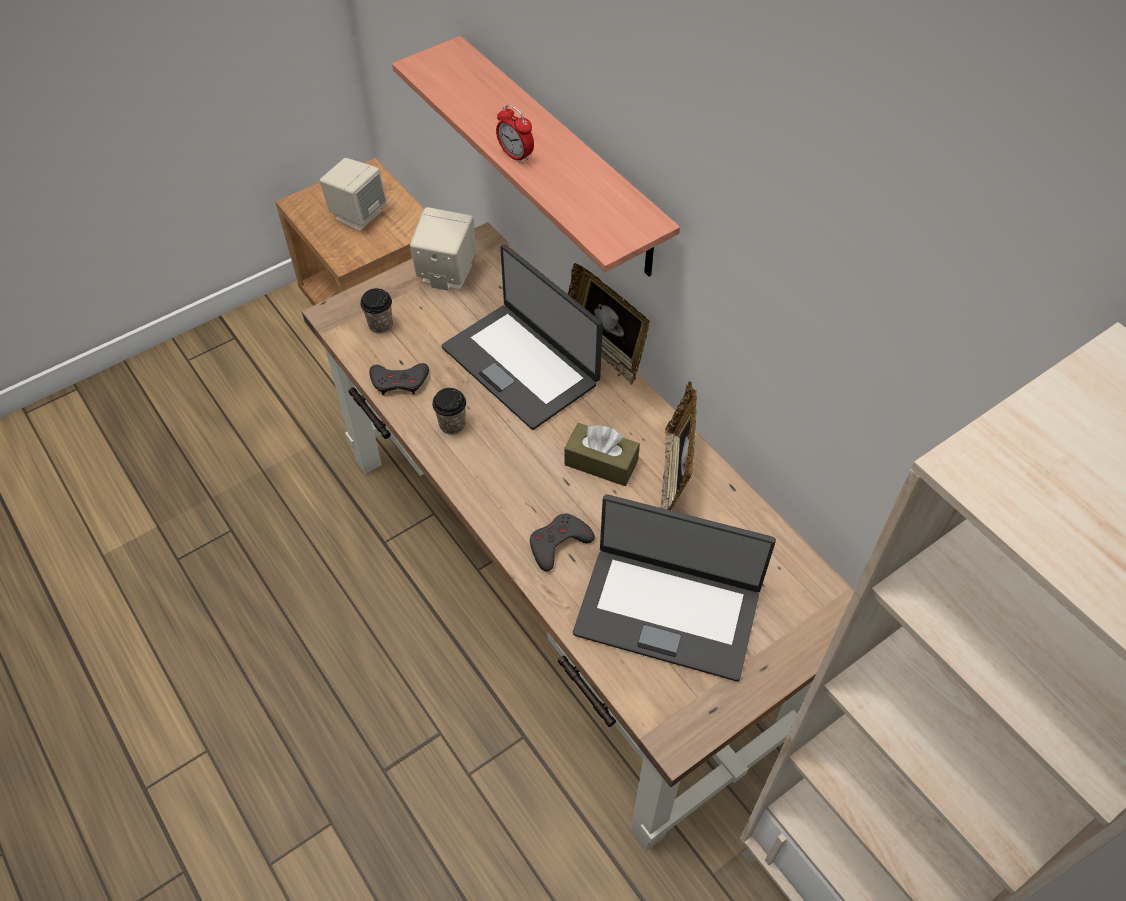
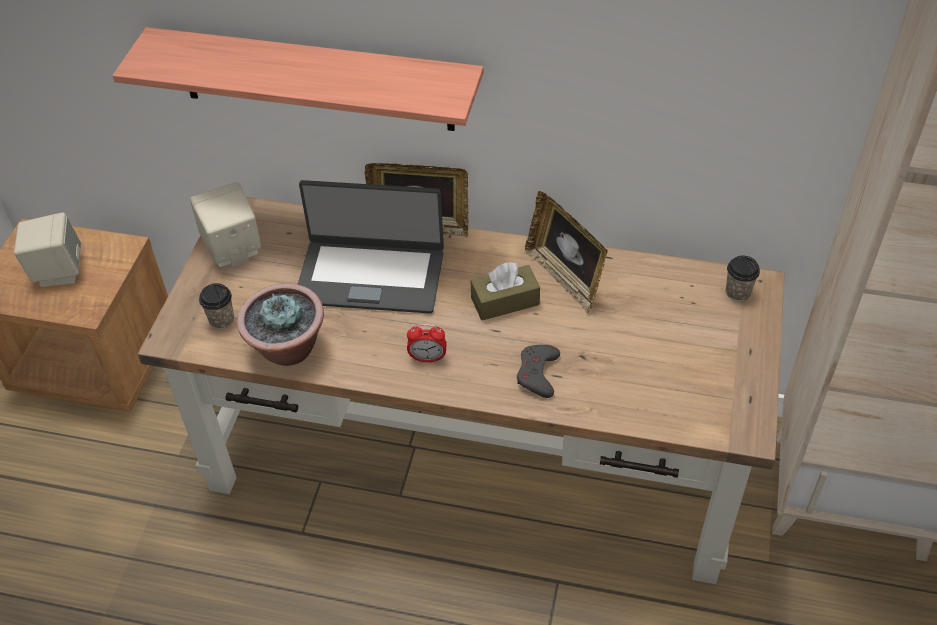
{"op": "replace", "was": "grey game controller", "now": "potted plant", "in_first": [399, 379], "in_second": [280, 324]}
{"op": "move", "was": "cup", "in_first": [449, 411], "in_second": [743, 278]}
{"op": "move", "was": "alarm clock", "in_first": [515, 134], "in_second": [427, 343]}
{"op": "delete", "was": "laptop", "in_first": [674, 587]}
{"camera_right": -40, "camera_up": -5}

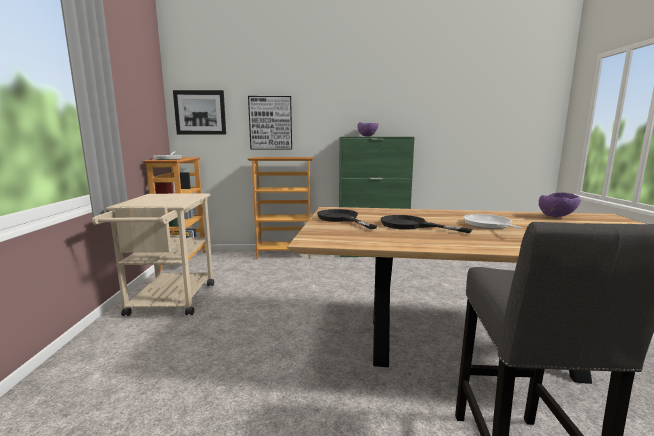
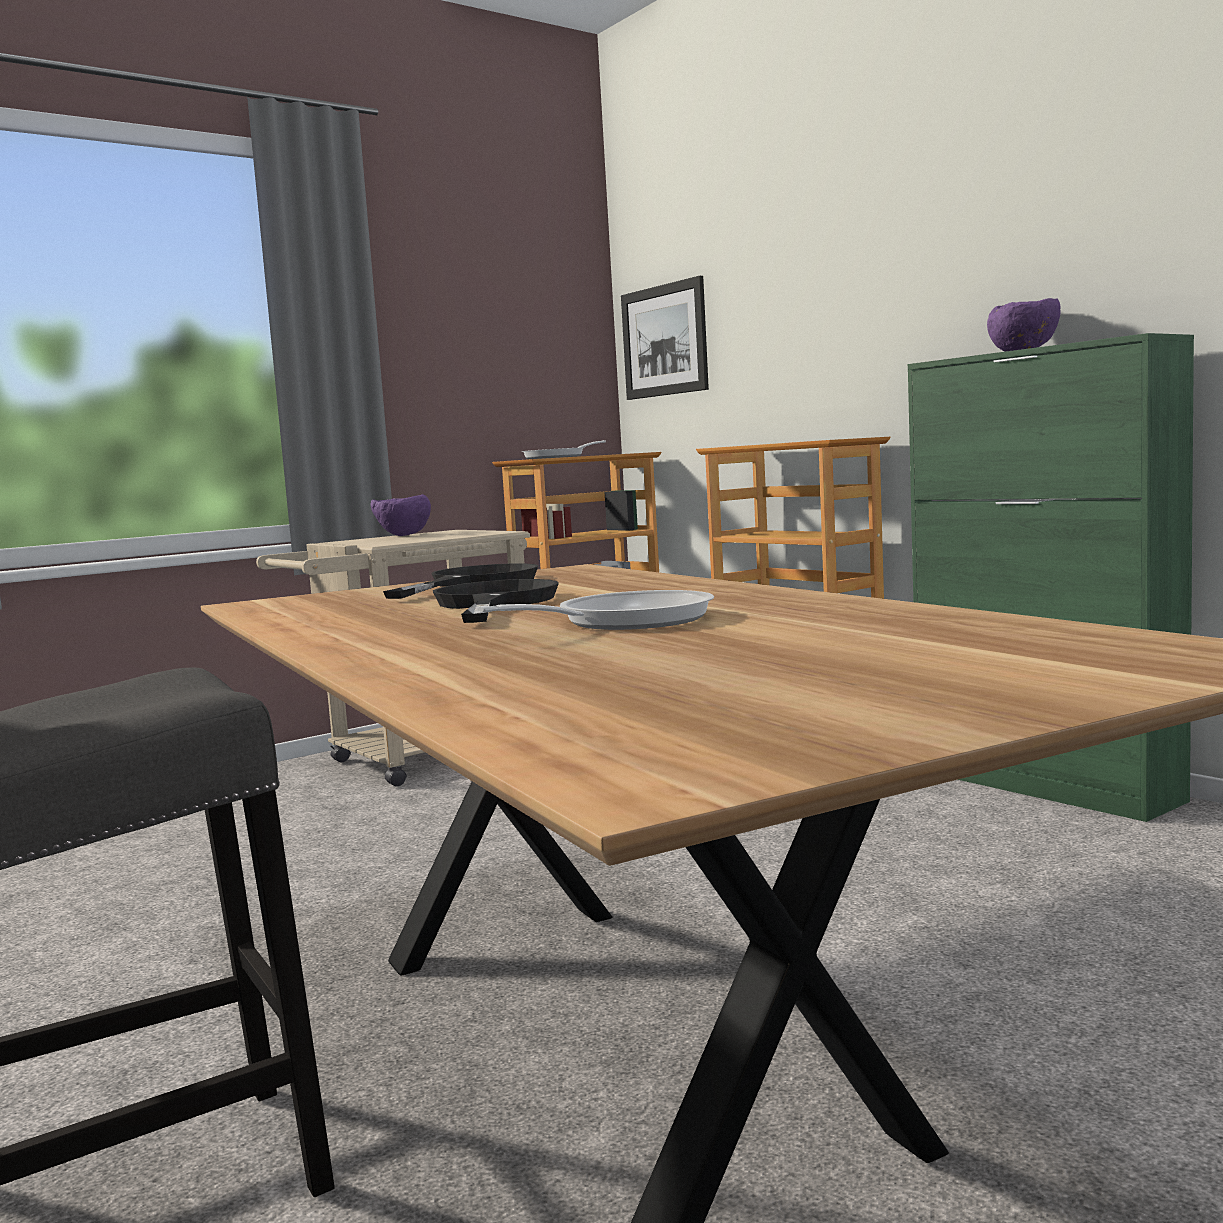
{"op": "delete", "was": "picture", "in_first": [270, 123]}
{"op": "move", "was": "purple bowl", "in_first": [560, 204], "in_second": [401, 515]}
{"camera_right": 55, "camera_up": -5}

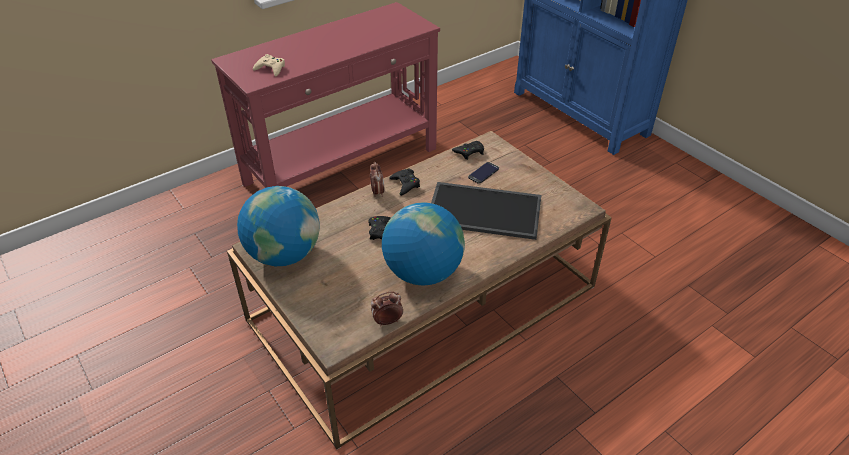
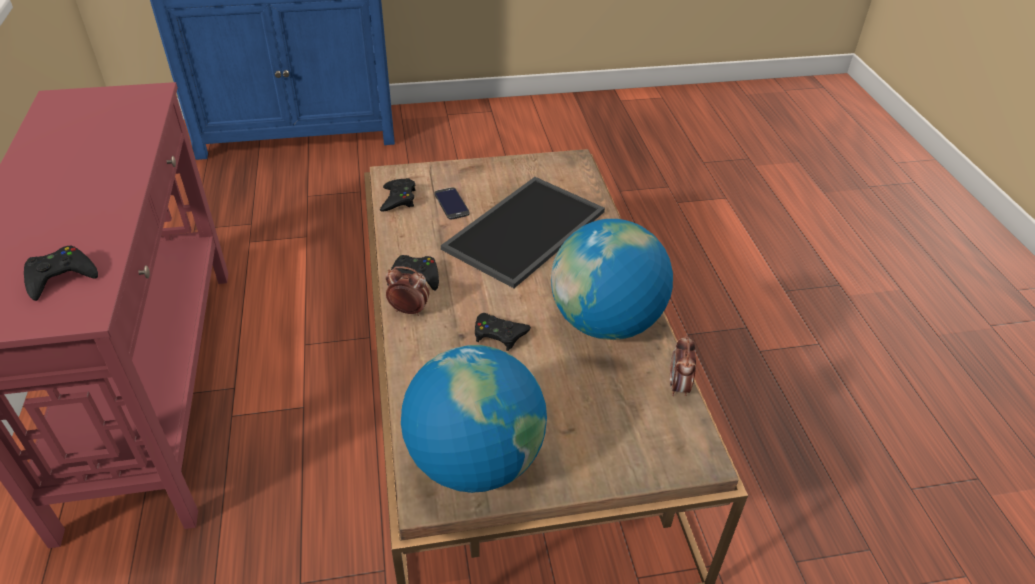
{"op": "recolor", "was": "beige game controller", "now": "black game controller", "in_first": [269, 65], "in_second": [61, 273]}
{"camera_right": -65, "camera_up": 0}

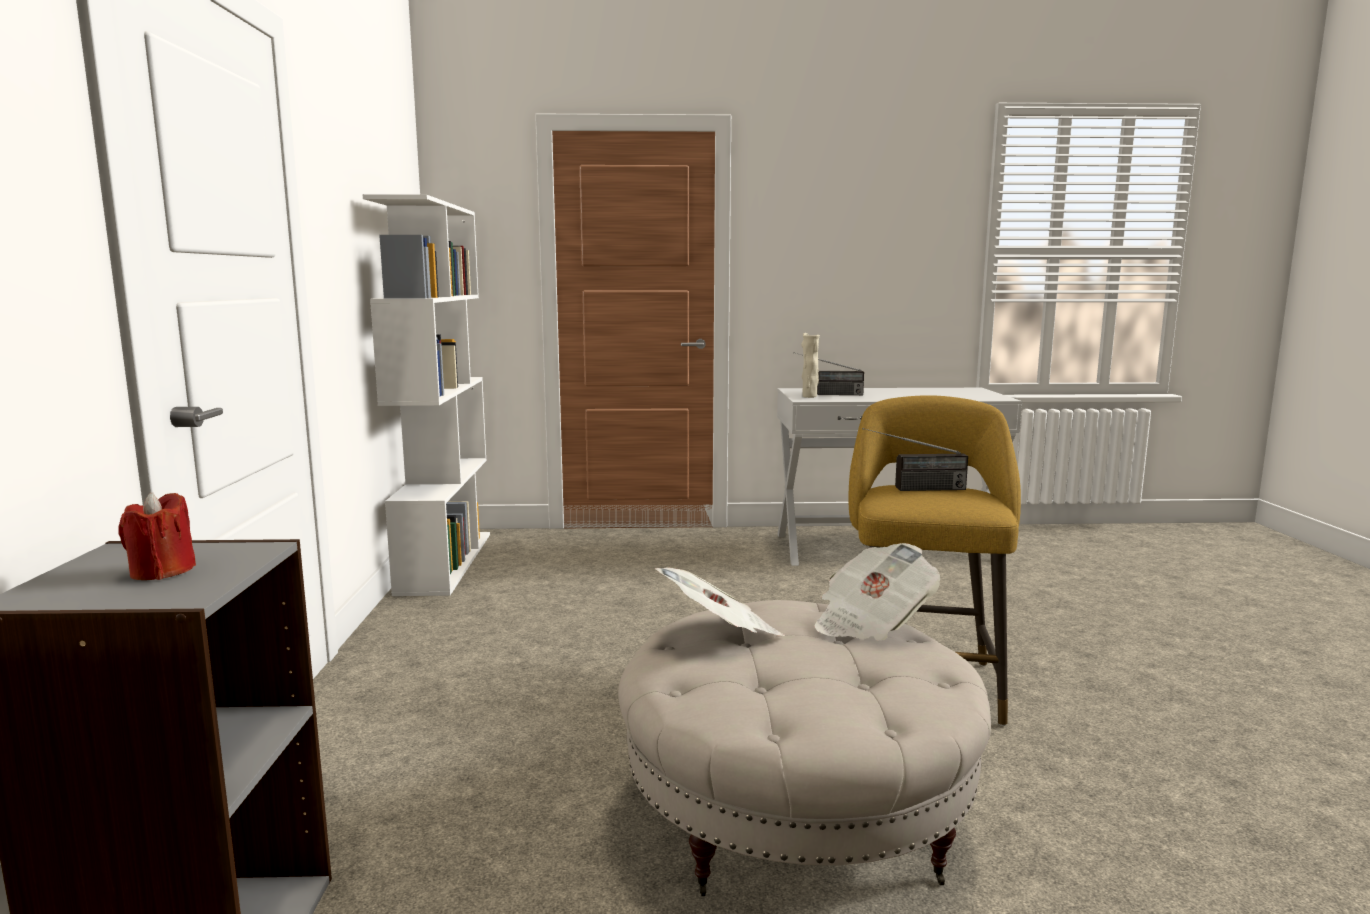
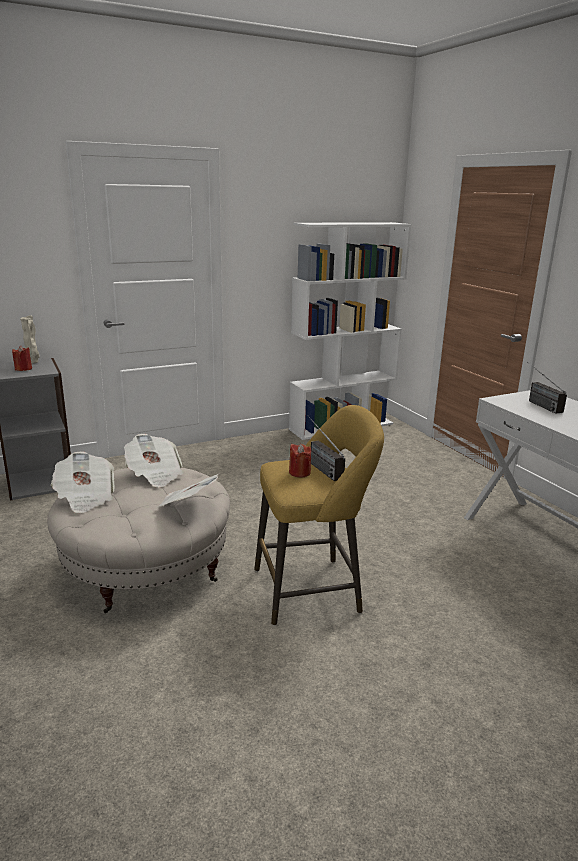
{"op": "move", "was": "beige vase", "in_first": [810, 365], "in_second": [30, 339]}
{"op": "insert", "now": "newspaper", "in_second": [83, 482]}
{"op": "insert", "now": "red candle", "in_second": [300, 460]}
{"camera_right": 65, "camera_up": 10}

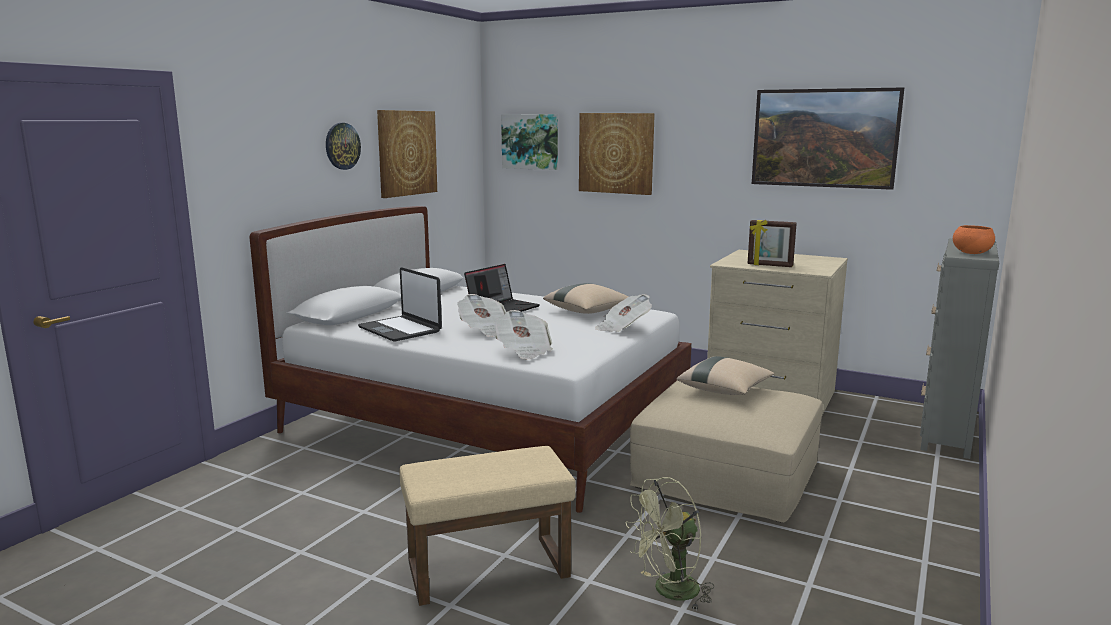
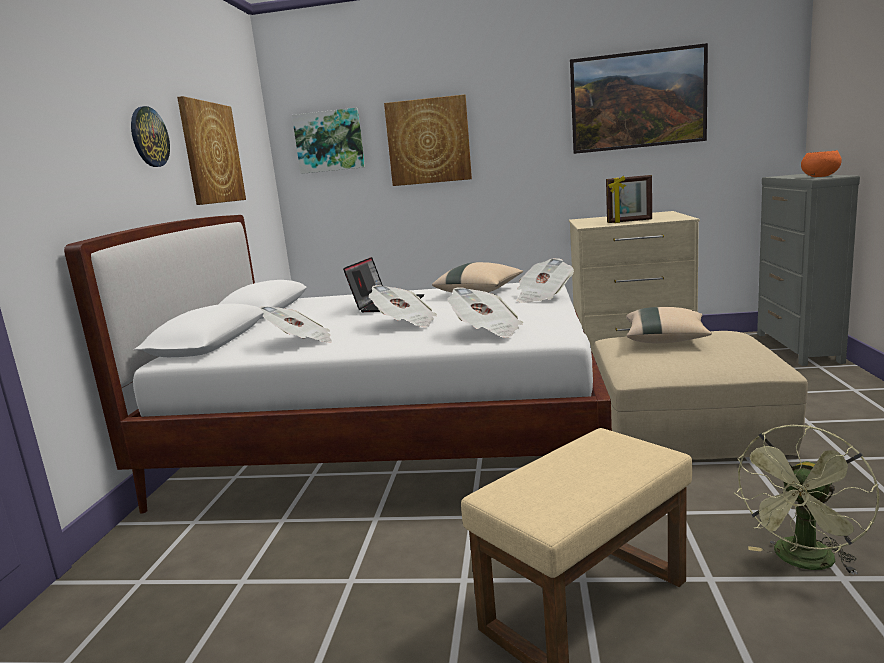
{"op": "replace", "was": "laptop", "now": "newspaper", "in_first": [400, 304], "in_second": [296, 324]}
{"camera_right": -20, "camera_up": 0}

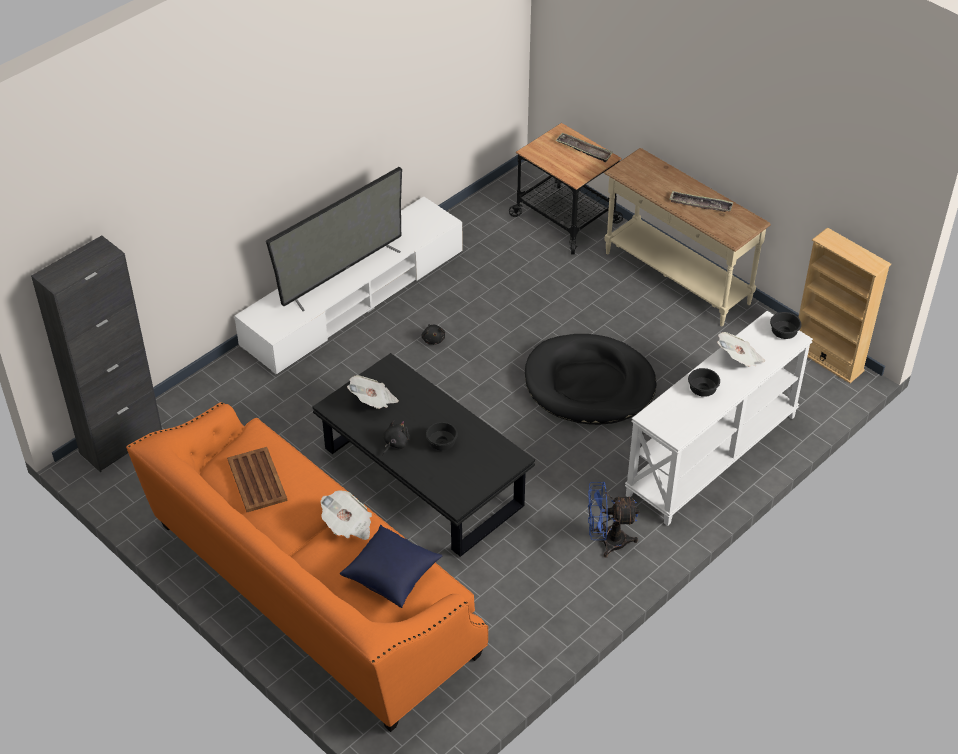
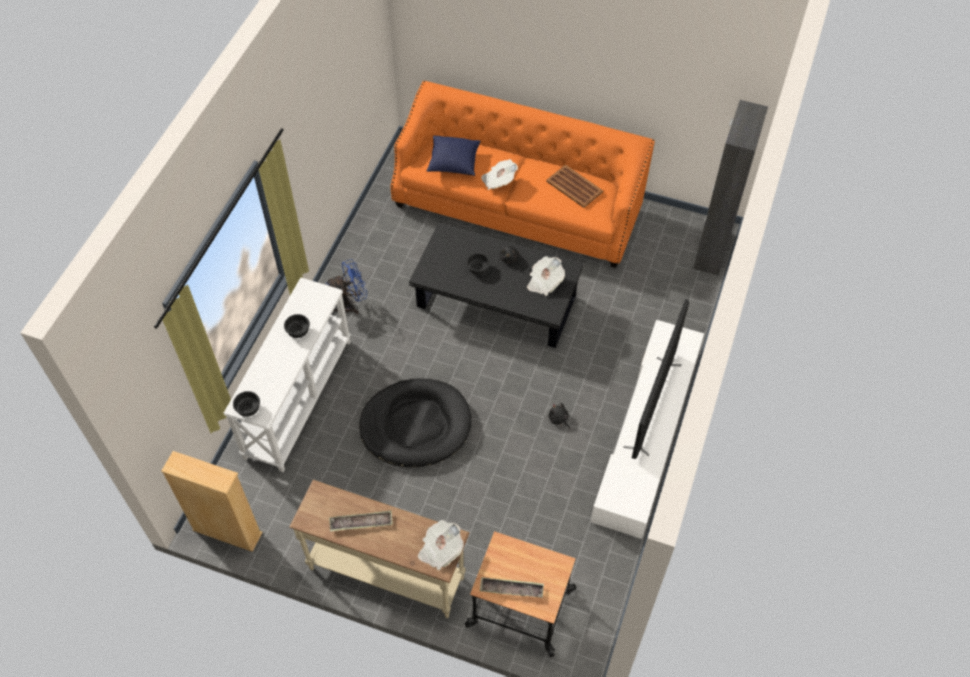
{"op": "move", "was": "newspaper", "in_first": [741, 349], "in_second": [441, 545]}
{"camera_right": 155, "camera_up": 10}

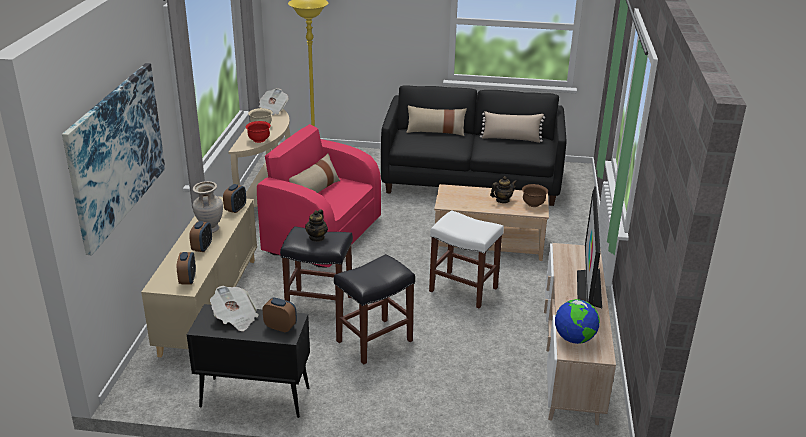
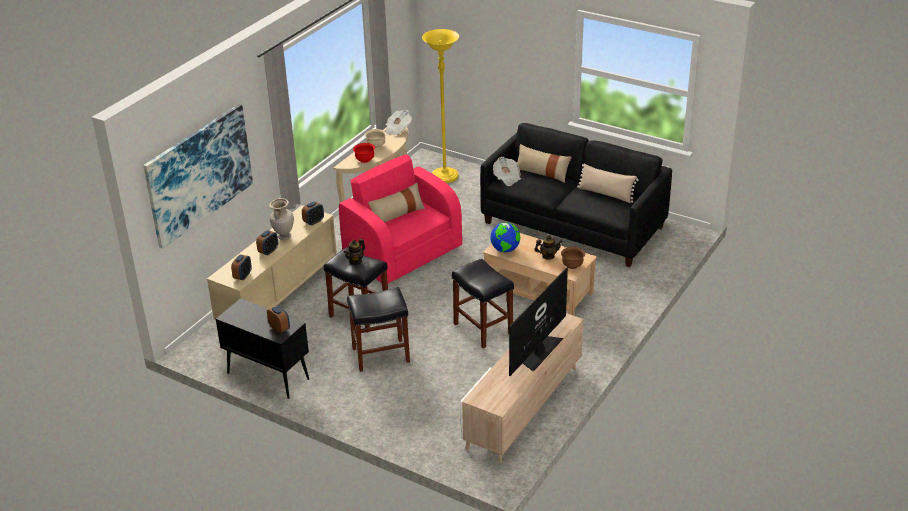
{"op": "move", "was": "newspaper", "in_first": [234, 308], "in_second": [507, 171]}
{"op": "recolor", "was": "white stool", "now": "black stool", "in_first": [466, 259], "in_second": [483, 303]}
{"op": "move", "was": "globe", "in_first": [577, 321], "in_second": [505, 237]}
{"camera_right": 25, "camera_up": 5}

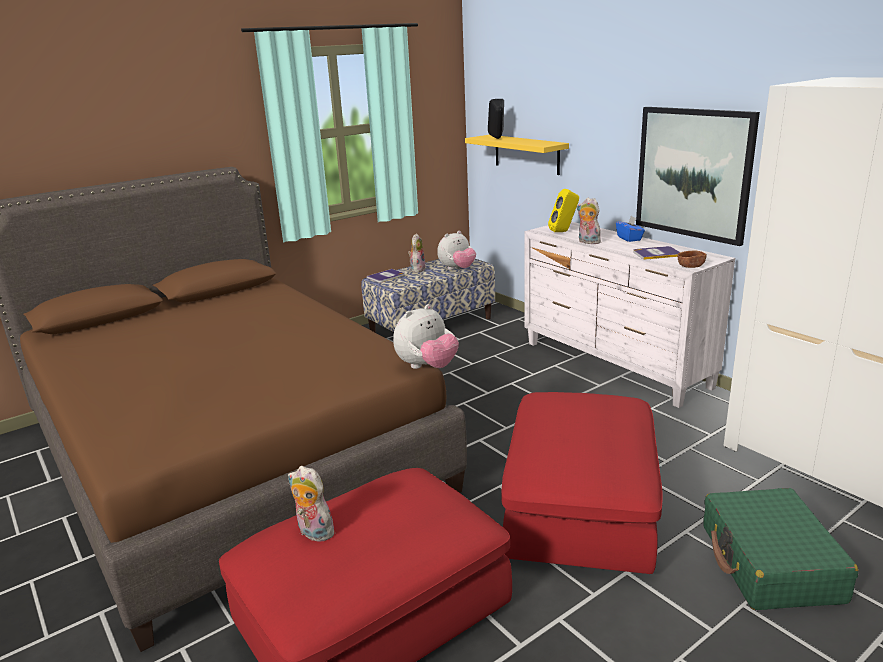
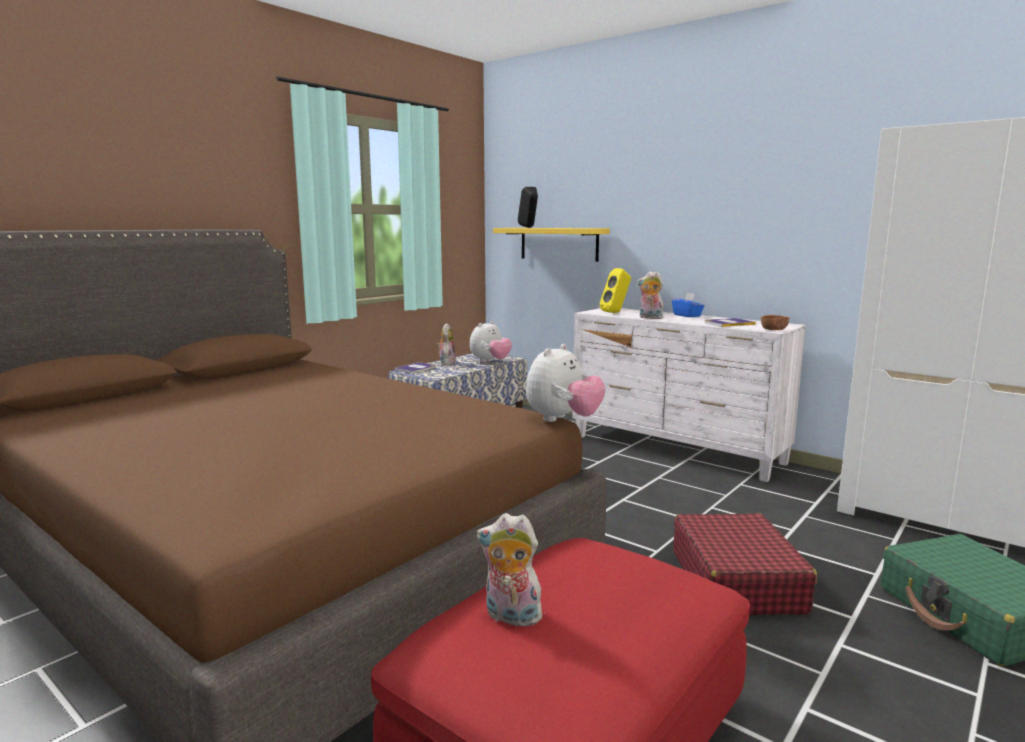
{"op": "replace", "was": "red ottoman", "now": "red suitcase", "in_first": [582, 483], "in_second": [745, 564]}
{"op": "delete", "was": "picture", "in_first": [698, 176]}
{"camera_right": -15, "camera_up": -10}

